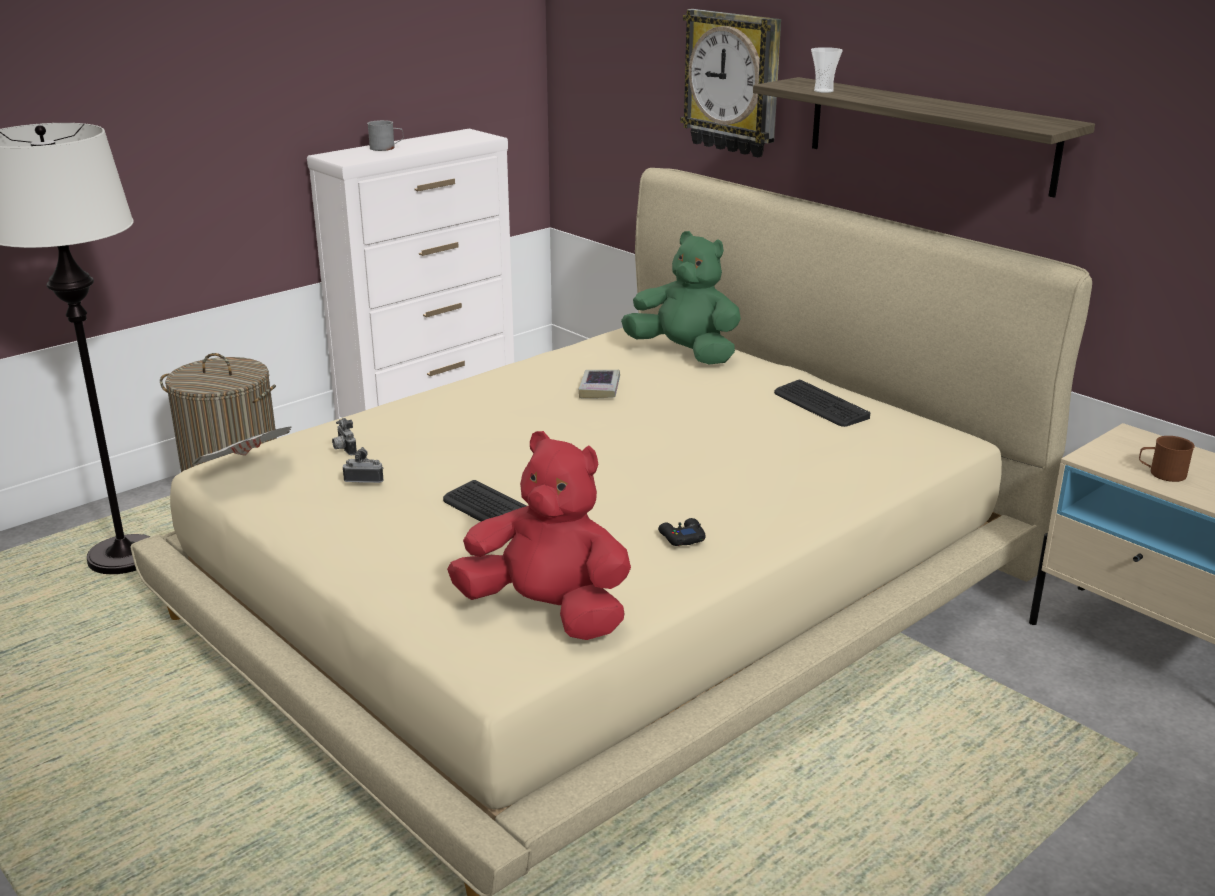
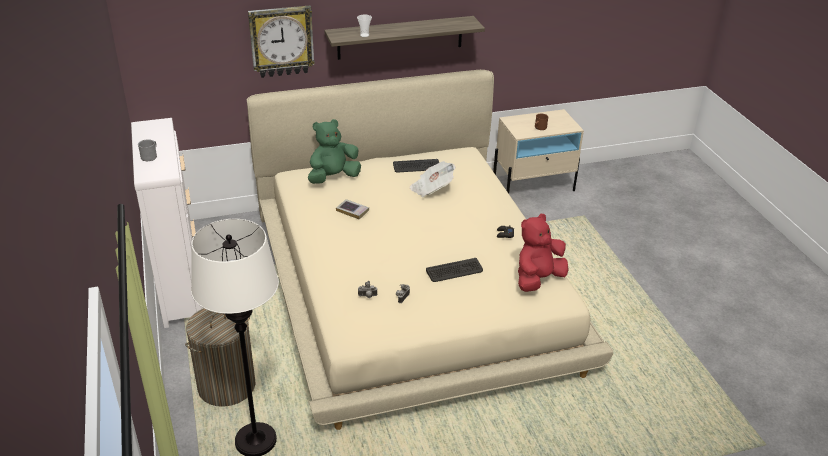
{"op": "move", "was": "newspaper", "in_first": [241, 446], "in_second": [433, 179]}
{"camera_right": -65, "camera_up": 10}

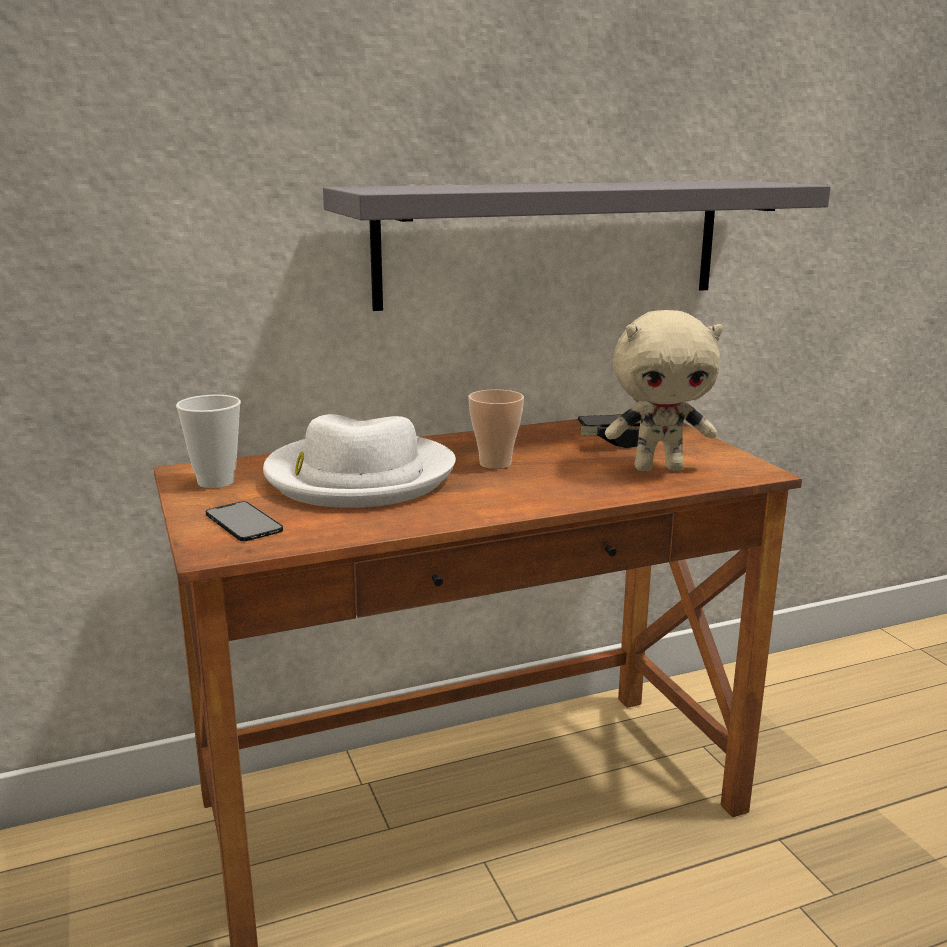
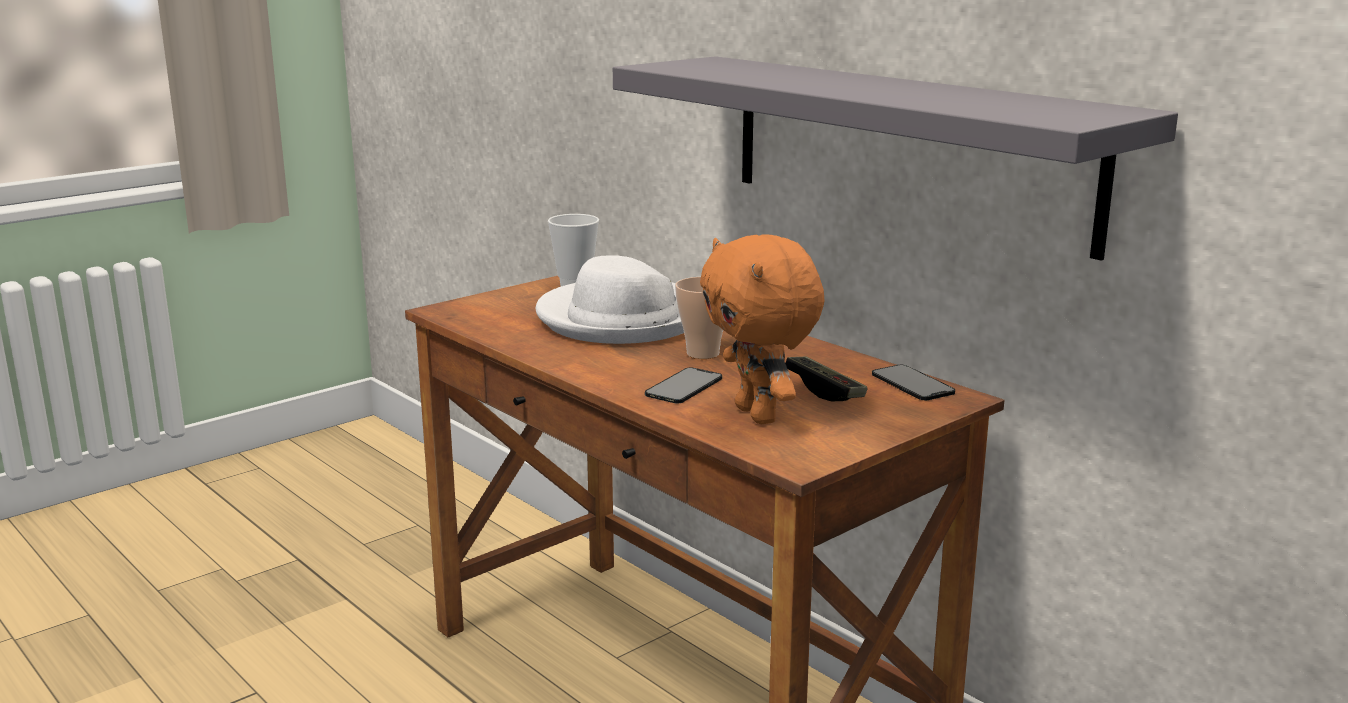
{"op": "move", "was": "phone", "in_first": [244, 521], "in_second": [683, 385]}
{"op": "recolor", "was": "beige plush toy", "now": "orange plush toy", "in_first": [664, 390], "in_second": [762, 329]}
{"camera_right": 70, "camera_up": 0}

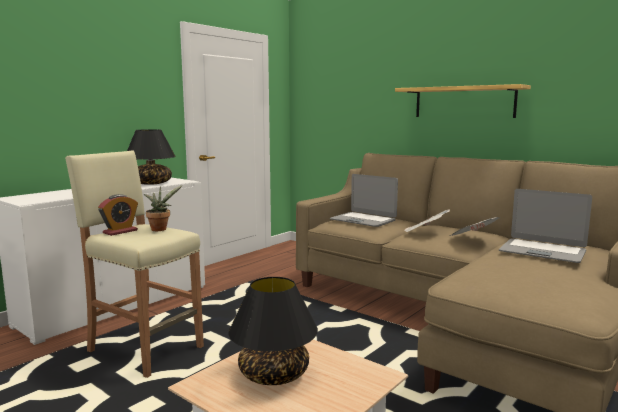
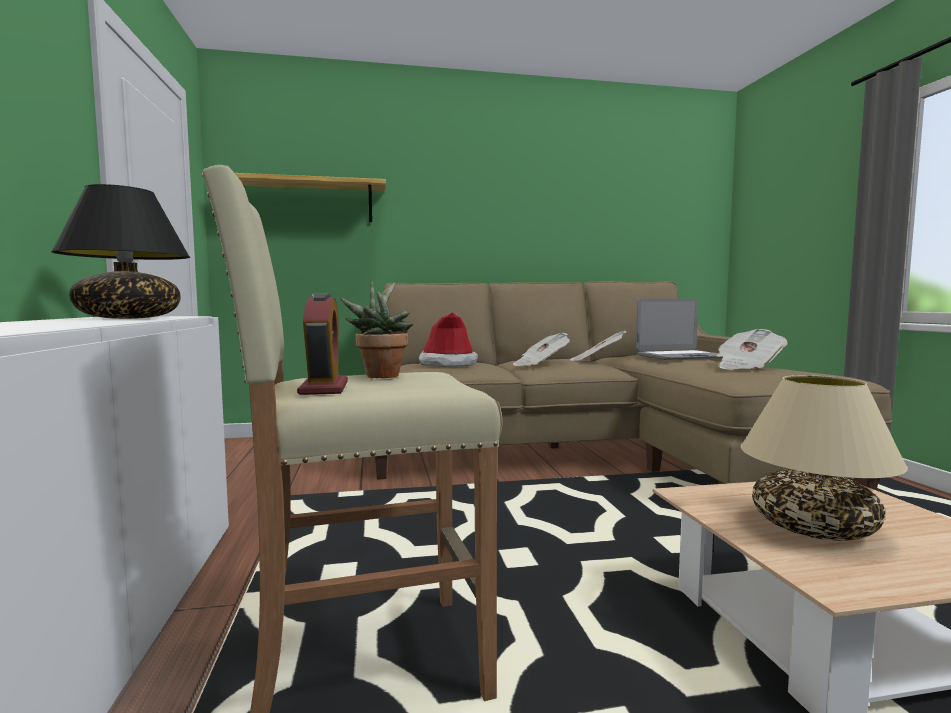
{"op": "recolor", "was": "black table lamp", "now": "beige table lamp", "in_first": [273, 331], "in_second": [824, 458]}
{"op": "replace", "was": "laptop", "now": "hat", "in_first": [364, 200], "in_second": [448, 339]}
{"op": "move", "was": "shelf", "in_first": [463, 101], "in_second": [310, 197]}
{"op": "insert", "now": "newspaper", "in_second": [752, 349]}
{"camera_right": -50, "camera_up": -5}

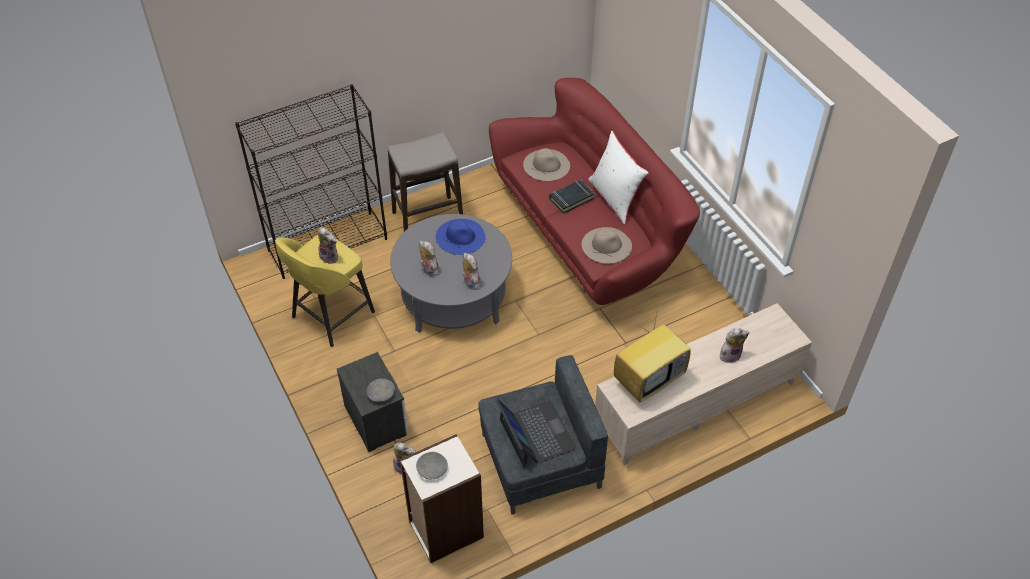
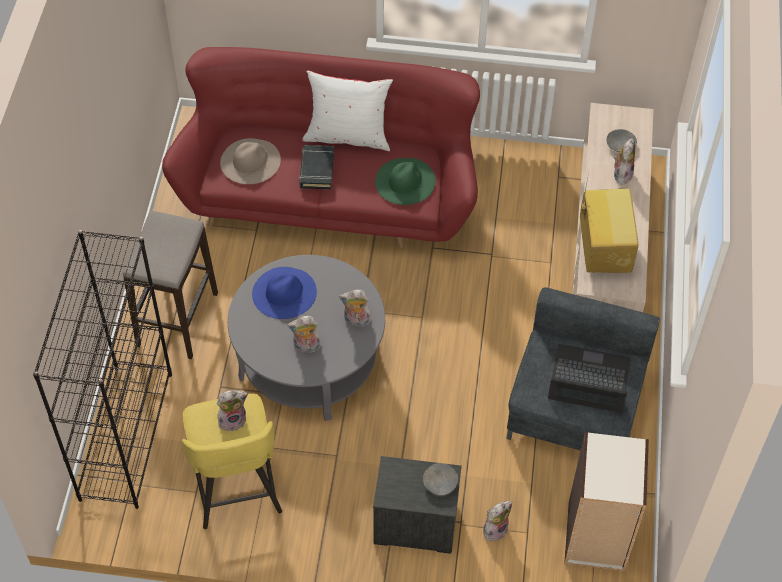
{"op": "move", "was": "grey bowl", "in_first": [432, 465], "in_second": [621, 140]}
{"op": "recolor", "was": "beige hat", "now": "green hat", "in_first": [607, 245], "in_second": [405, 181]}
{"camera_right": -55, "camera_up": 5}

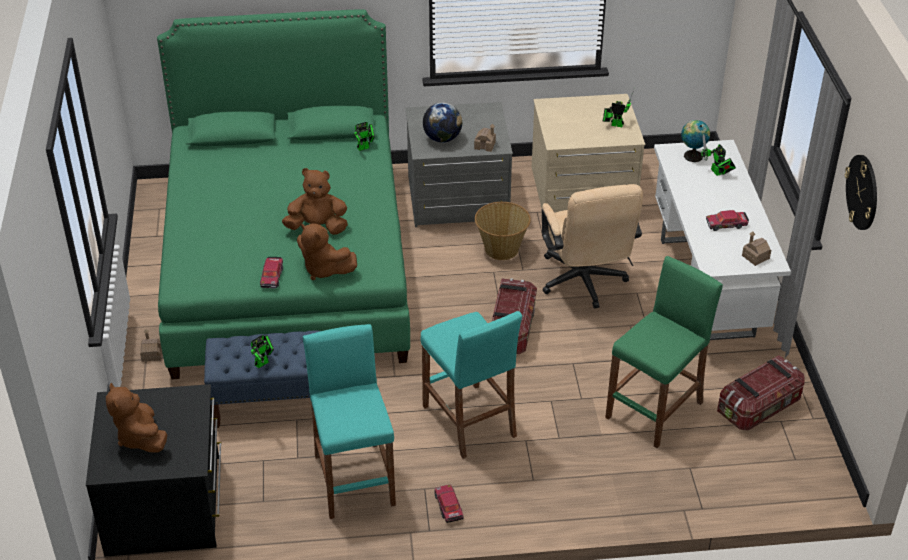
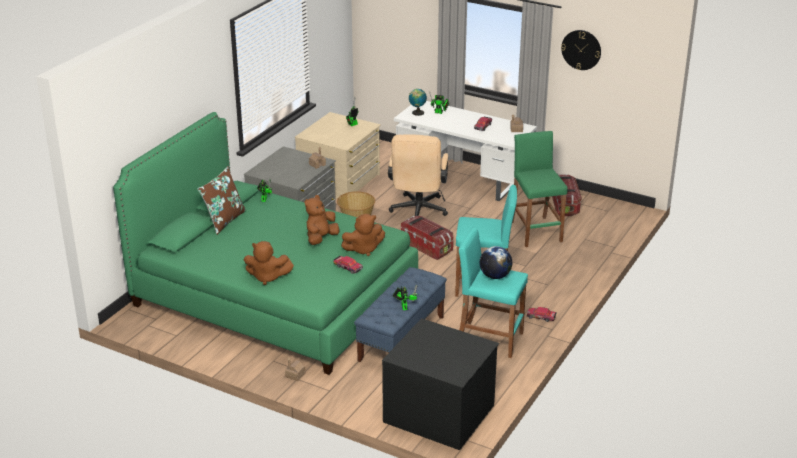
{"op": "move", "was": "brown plush toy", "in_first": [136, 418], "in_second": [269, 263]}
{"op": "move", "was": "globe", "in_first": [442, 123], "in_second": [496, 262]}
{"op": "rotate", "was": "beige office chair", "in_first": [592, 246], "in_second": [418, 175], "clockwise": 75}
{"op": "insert", "now": "brown pillow", "in_second": [222, 200]}
{"camera_right": -55, "camera_up": -10}

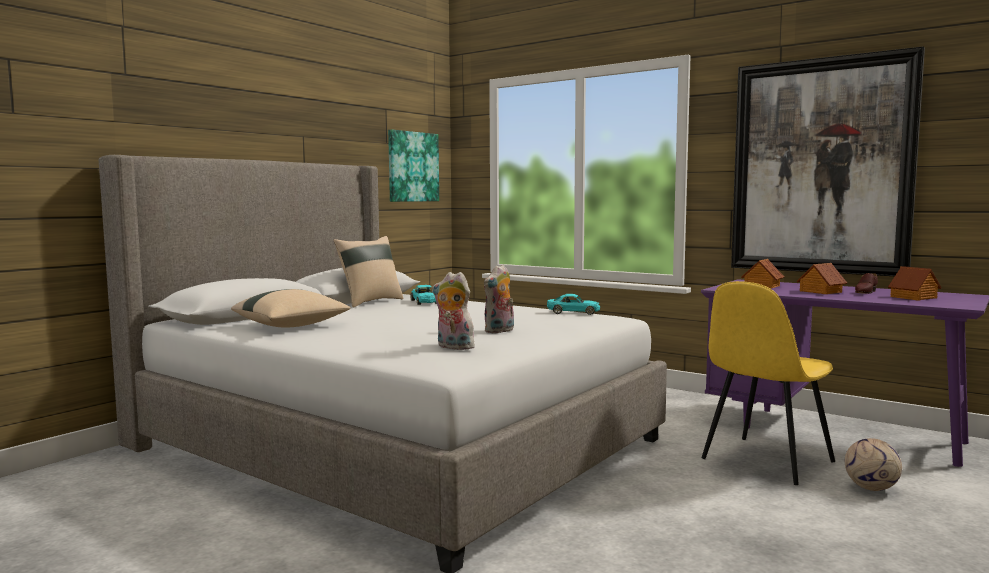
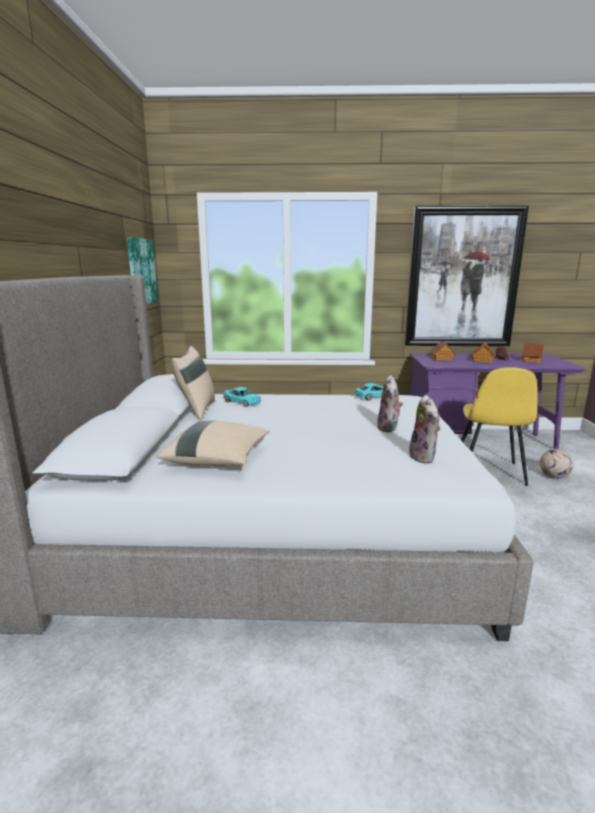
{"op": "rotate", "was": "plush toy", "in_first": [453, 311], "in_second": [424, 429], "clockwise": -90}
{"camera_right": -35, "camera_up": 10}

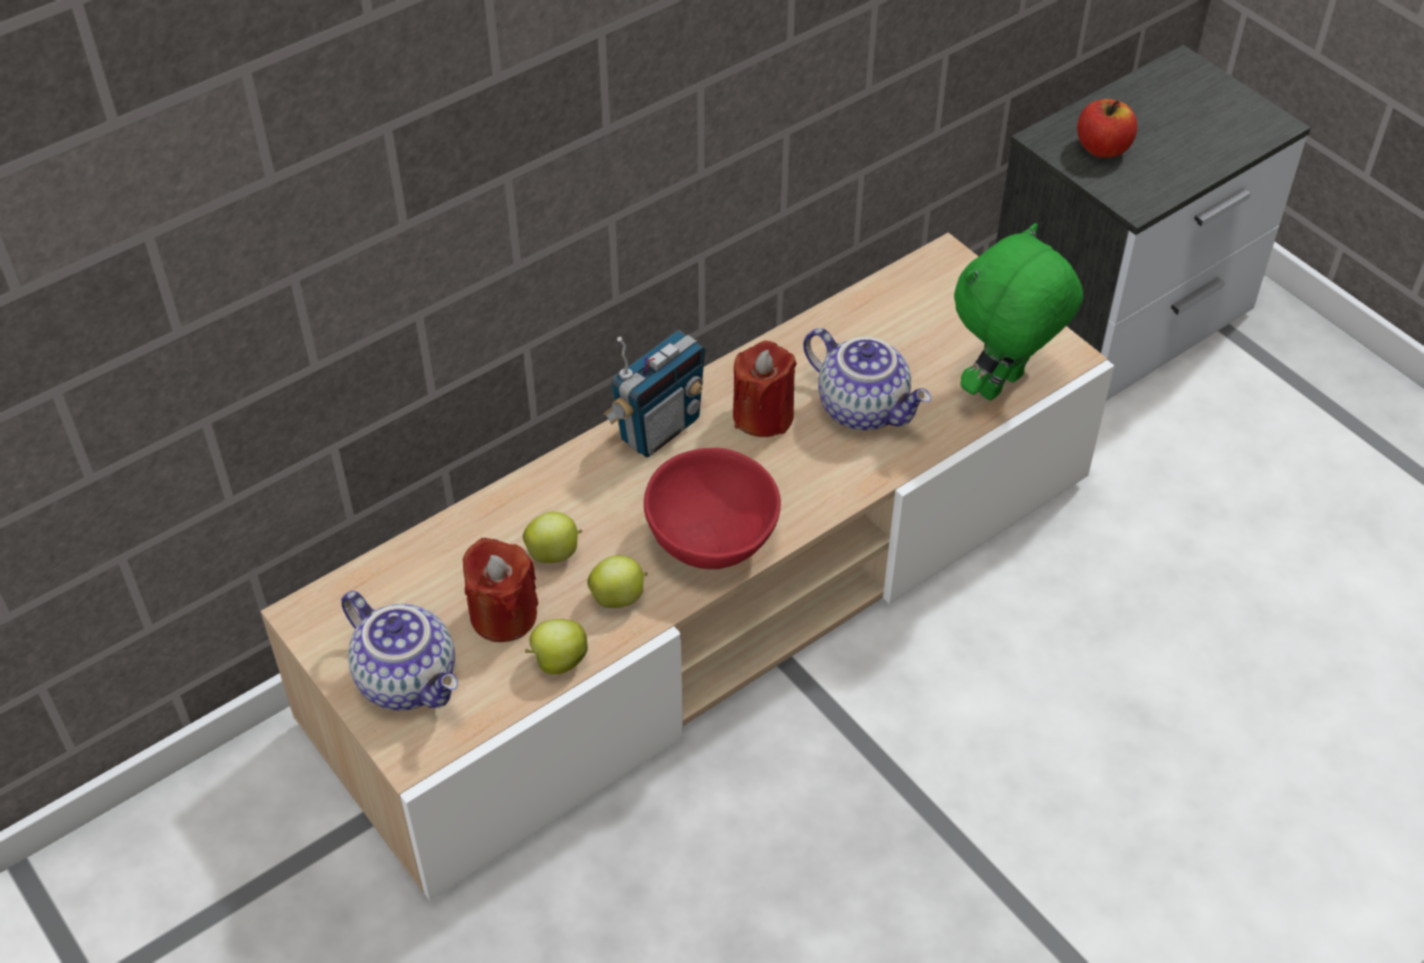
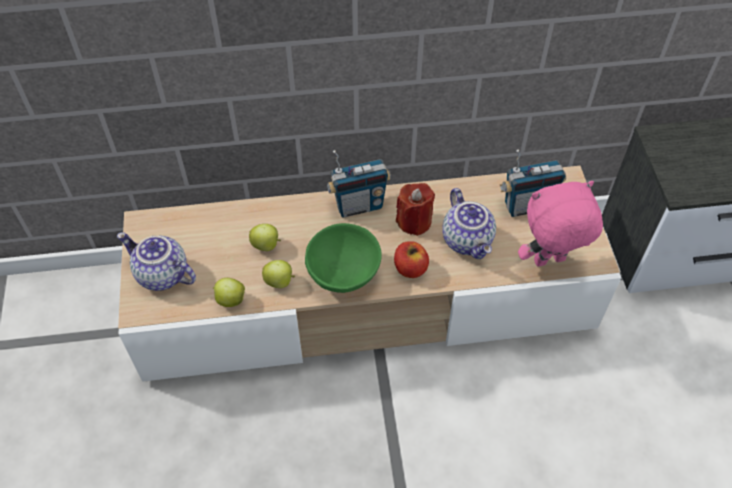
{"op": "rotate", "was": "teapot", "in_first": [399, 650], "in_second": [156, 261], "clockwise": 135}
{"op": "delete", "was": "red candle", "in_first": [500, 590]}
{"op": "recolor", "was": "red bowl", "now": "green bowl", "in_first": [712, 508], "in_second": [343, 258]}
{"op": "recolor", "was": "green plush toy", "now": "pink plush toy", "in_first": [1018, 312], "in_second": [560, 224]}
{"op": "move", "was": "apple", "in_first": [1107, 128], "in_second": [411, 259]}
{"op": "insert", "now": "radio", "in_second": [533, 183]}
{"camera_right": 30, "camera_up": 5}

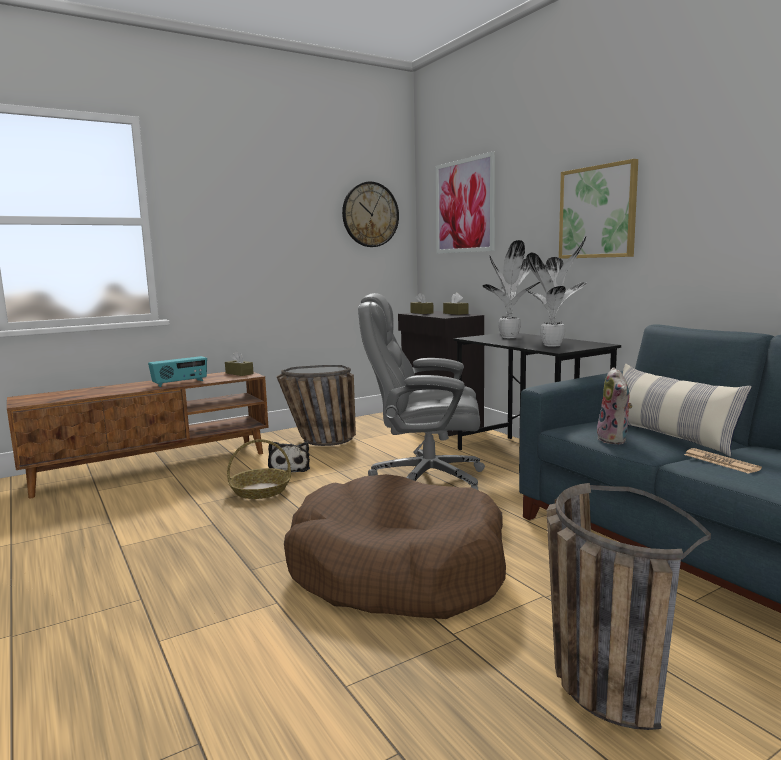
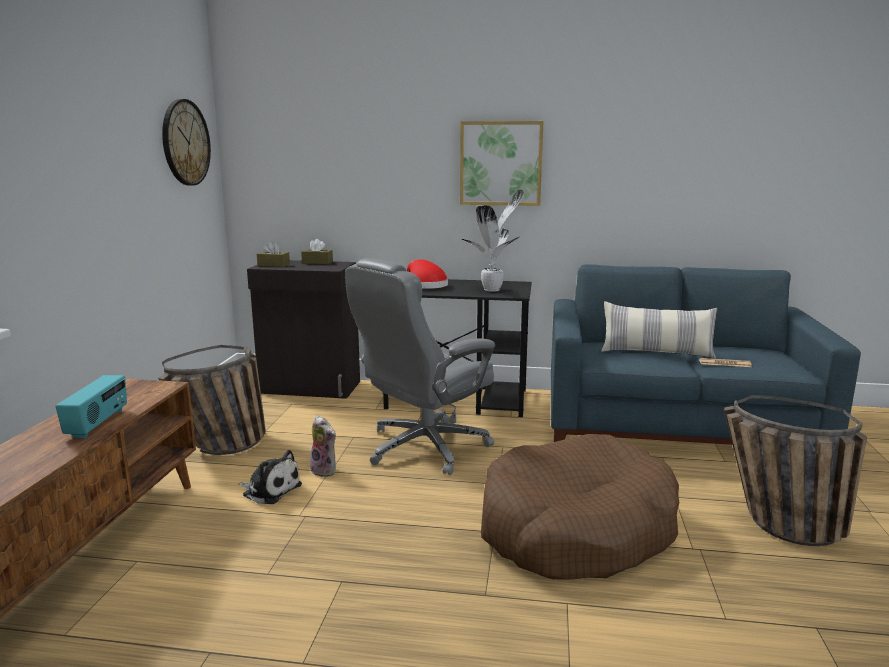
{"op": "delete", "was": "brown tissue box", "in_first": [239, 363]}
{"op": "delete", "was": "basket", "in_first": [259, 469]}
{"op": "delete", "was": "picture", "in_first": [465, 202]}
{"op": "replace", "was": "potted plant", "now": "red hat", "in_first": [511, 289], "in_second": [427, 274]}
{"op": "move", "was": "plush toy", "in_first": [614, 405], "in_second": [323, 446]}
{"camera_right": -50, "camera_up": 5}

